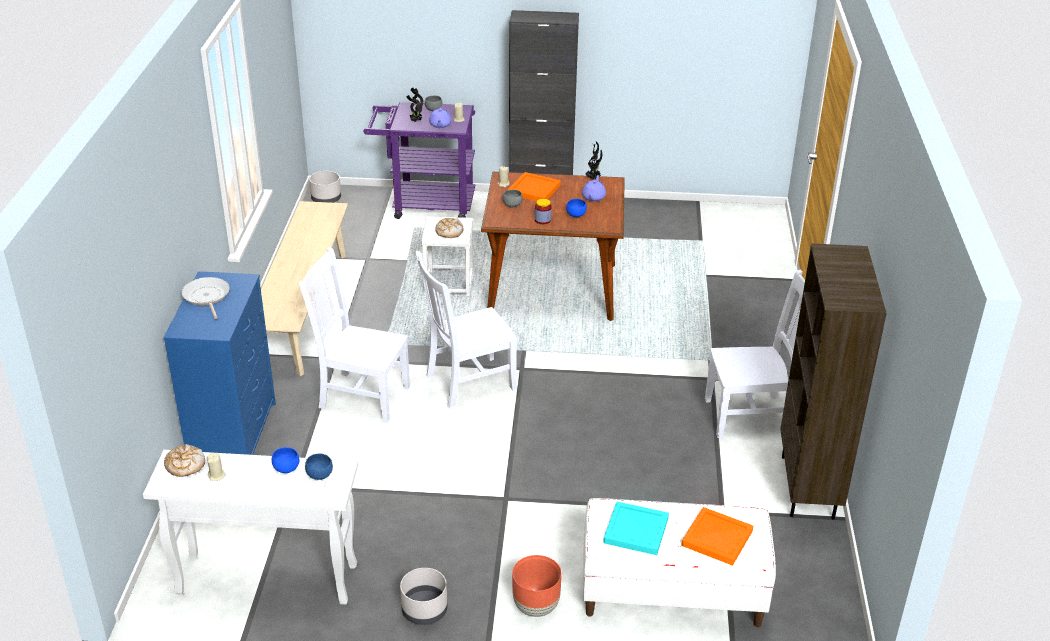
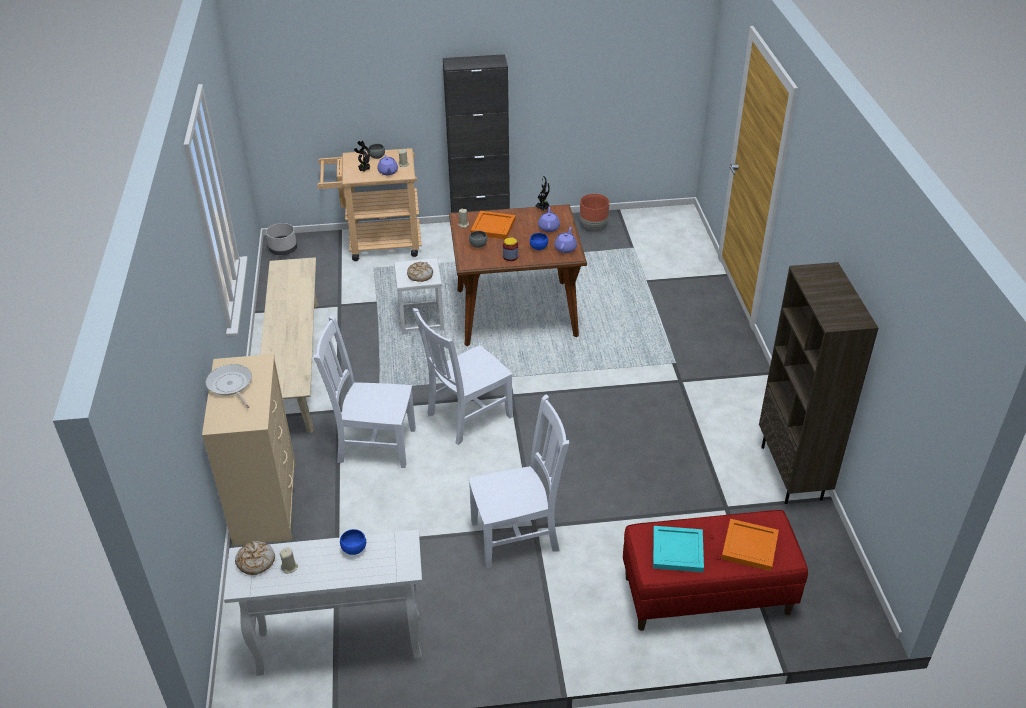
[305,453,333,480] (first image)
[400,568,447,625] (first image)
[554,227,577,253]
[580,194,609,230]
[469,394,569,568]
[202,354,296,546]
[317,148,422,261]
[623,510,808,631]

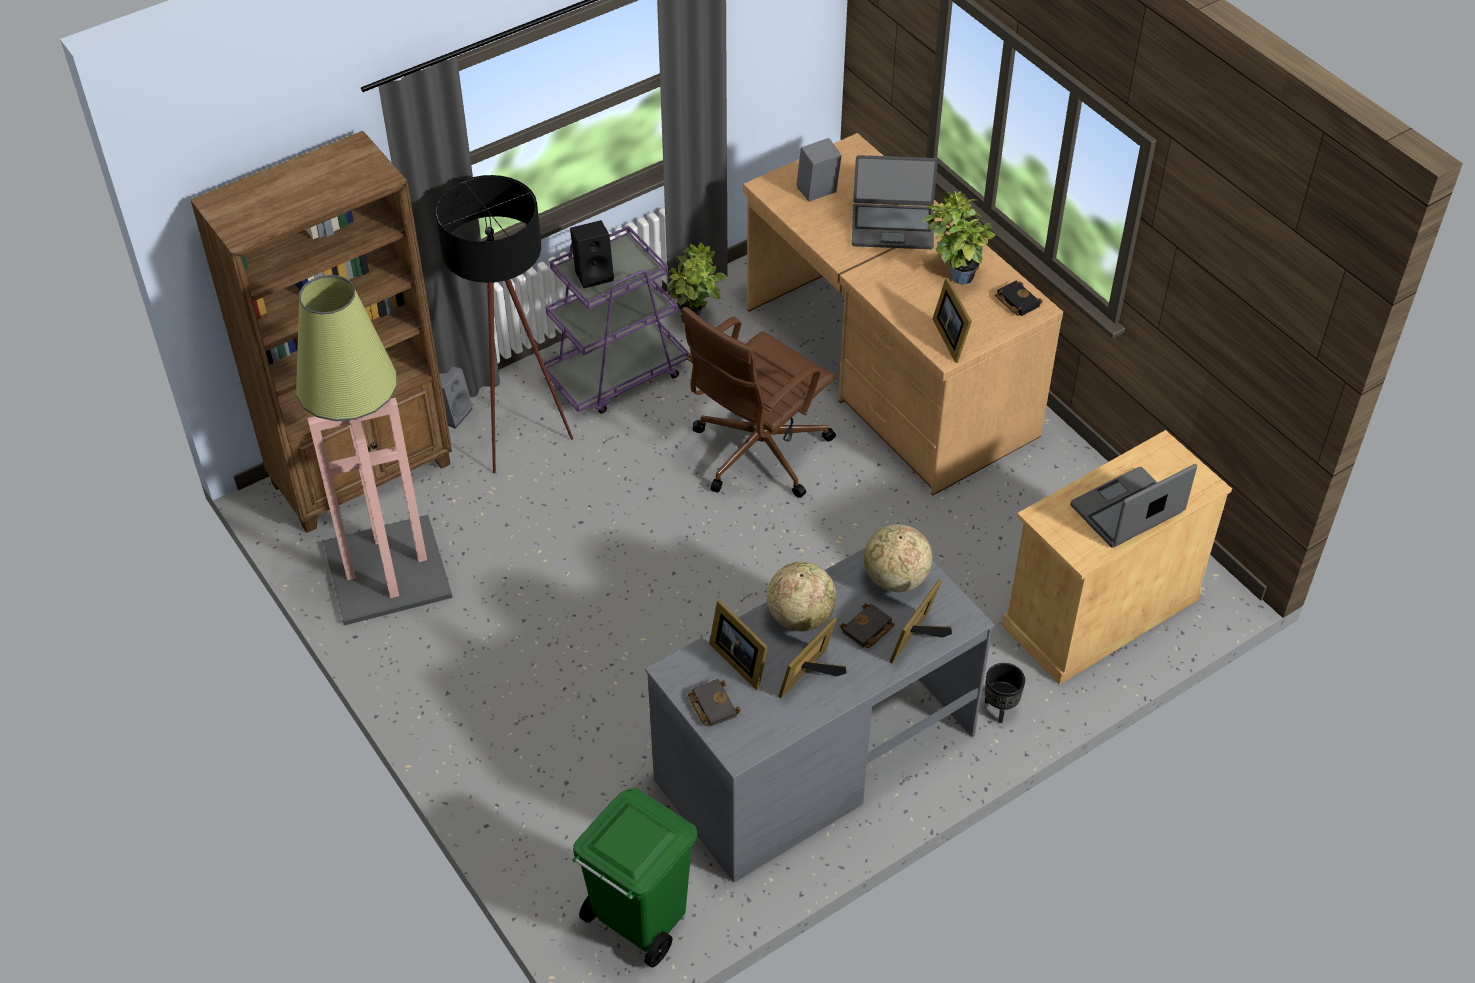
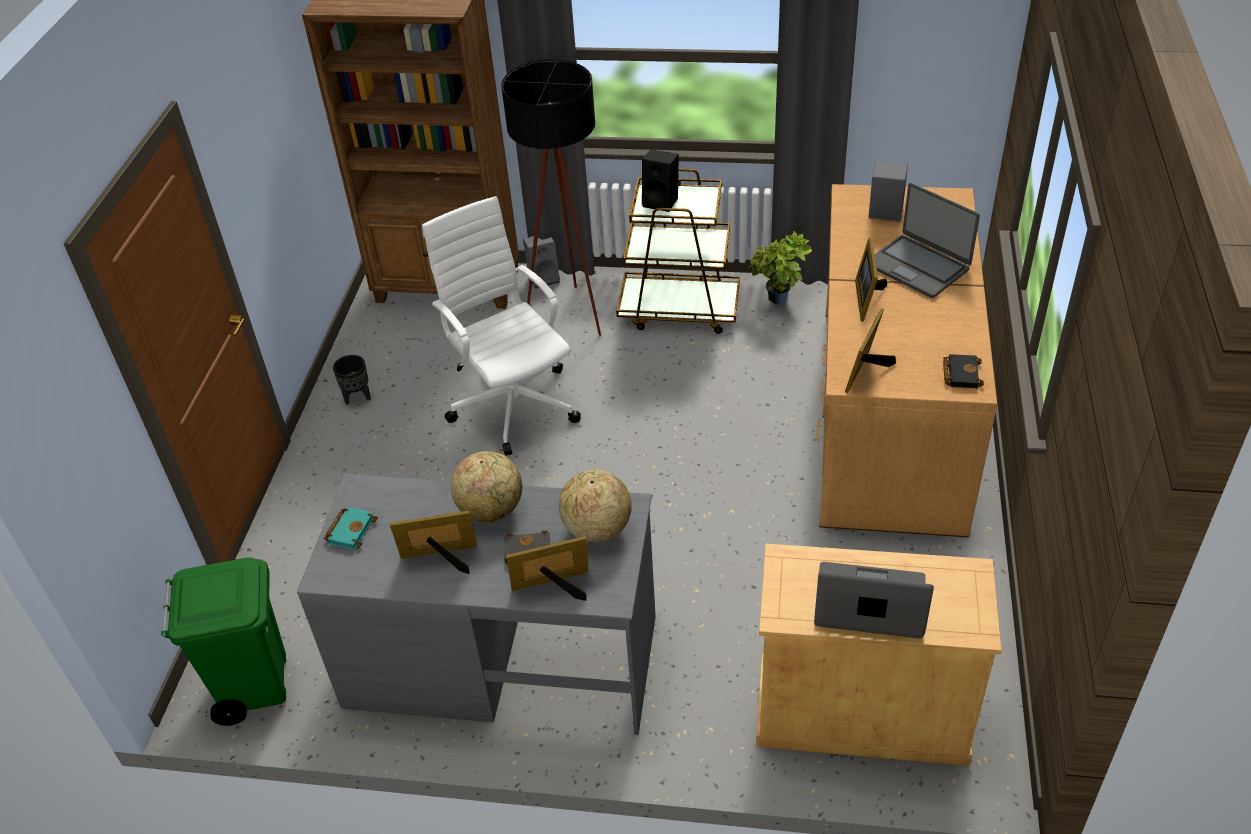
[296,275,453,625] (first image)
[681,307,836,498] (first image)
[922,191,996,284] (first image)
[422,196,581,456]
[855,237,887,322]
[333,355,371,405]
[616,169,740,334]
[324,507,378,550]

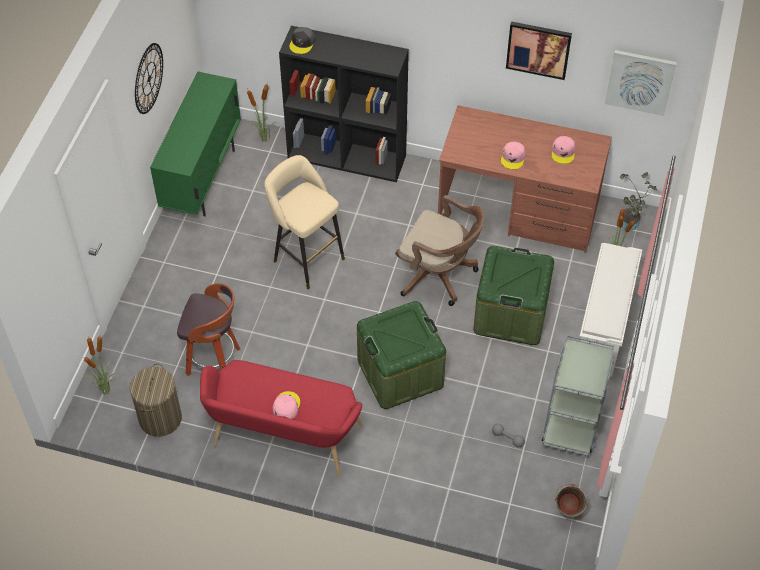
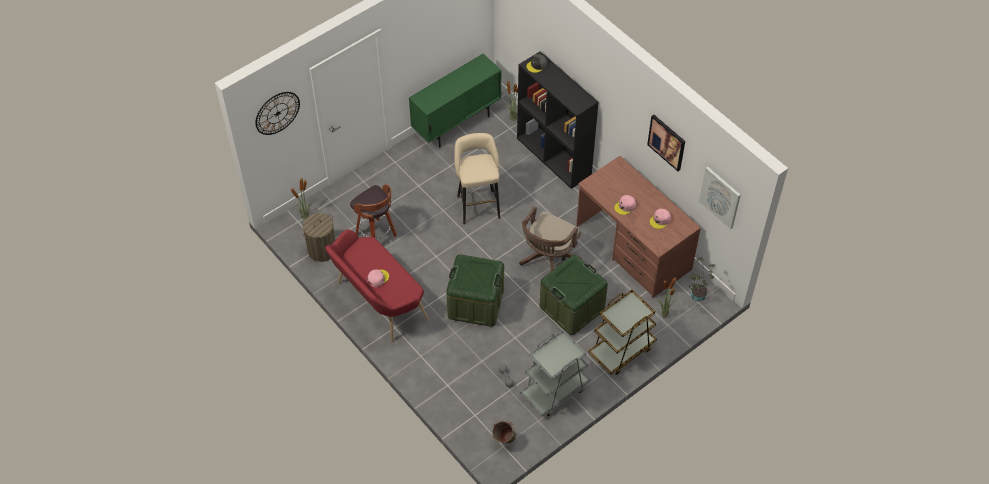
[255,92,300,135]
[588,289,657,375]
[520,206,582,271]

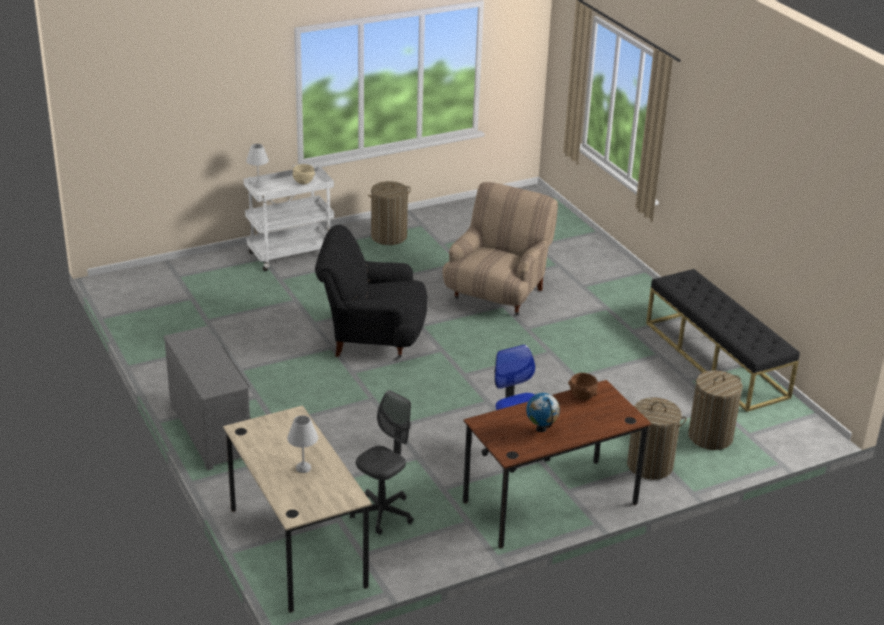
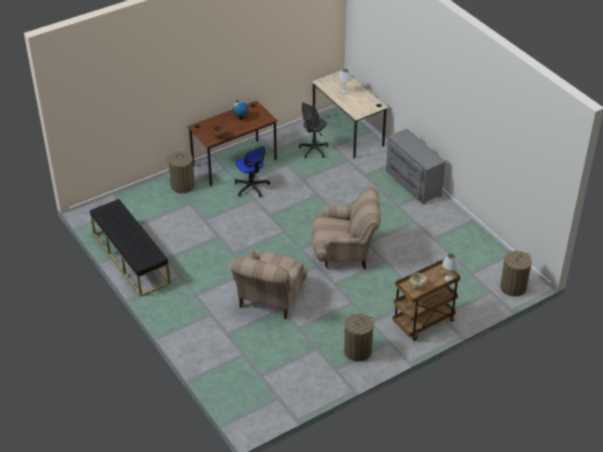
[500,251,532,297]
[392,260,460,341]
[312,186,381,269]

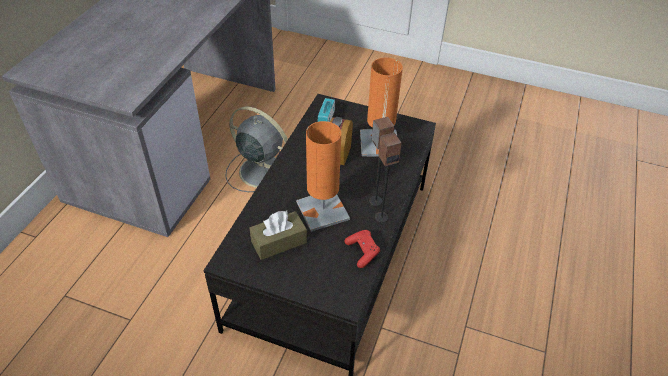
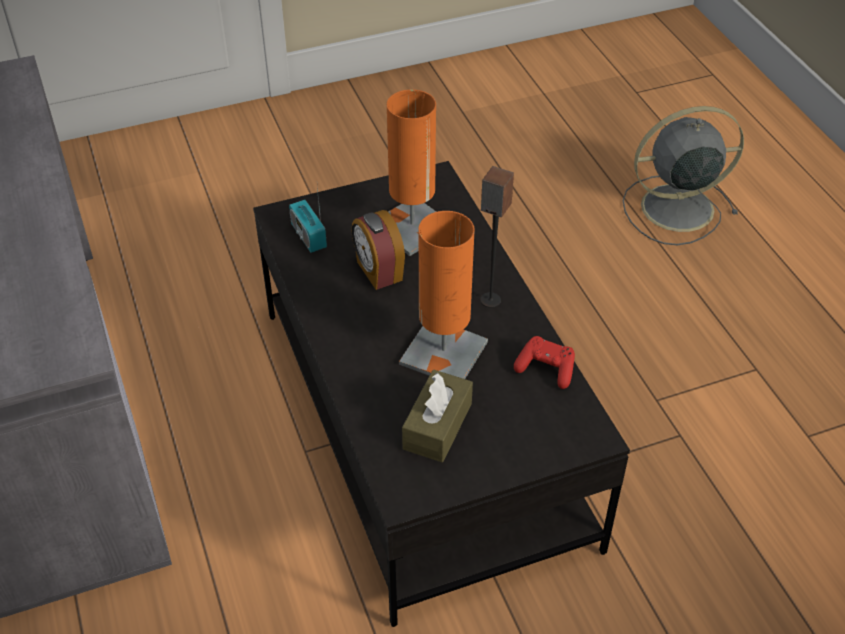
[375,133,402,223] (first image)
[623,106,744,246]

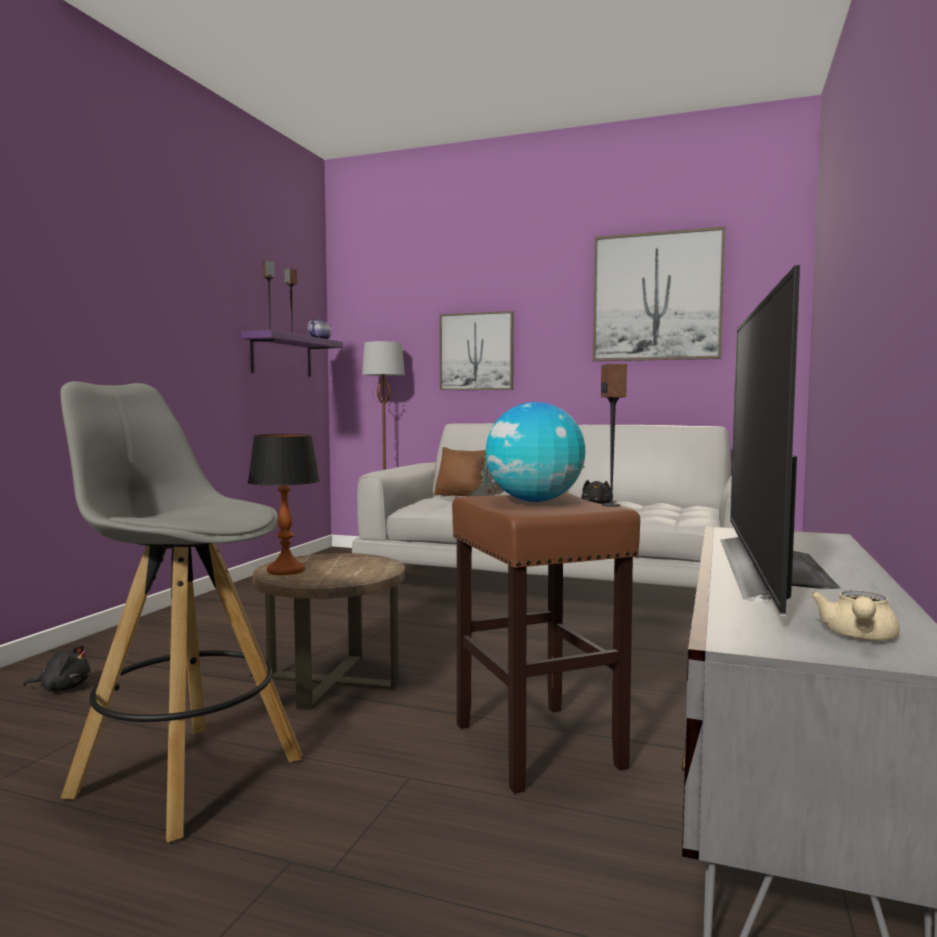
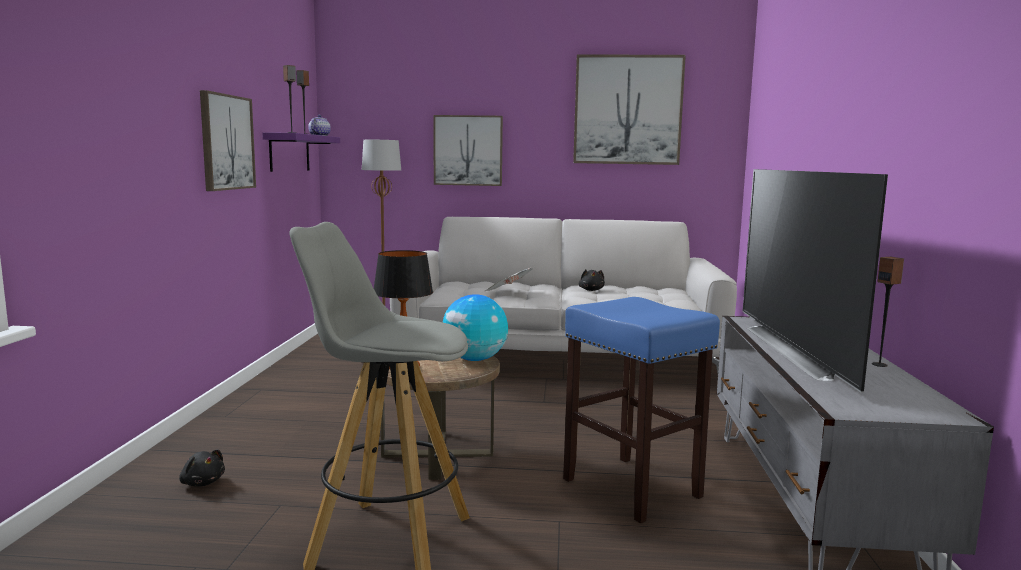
[434,447,489,496] (first image)
[811,590,900,641] (first image)
[200,90,256,191]
[443,294,508,361]
[872,257,904,367]
[563,297,720,523]
[179,449,225,487]

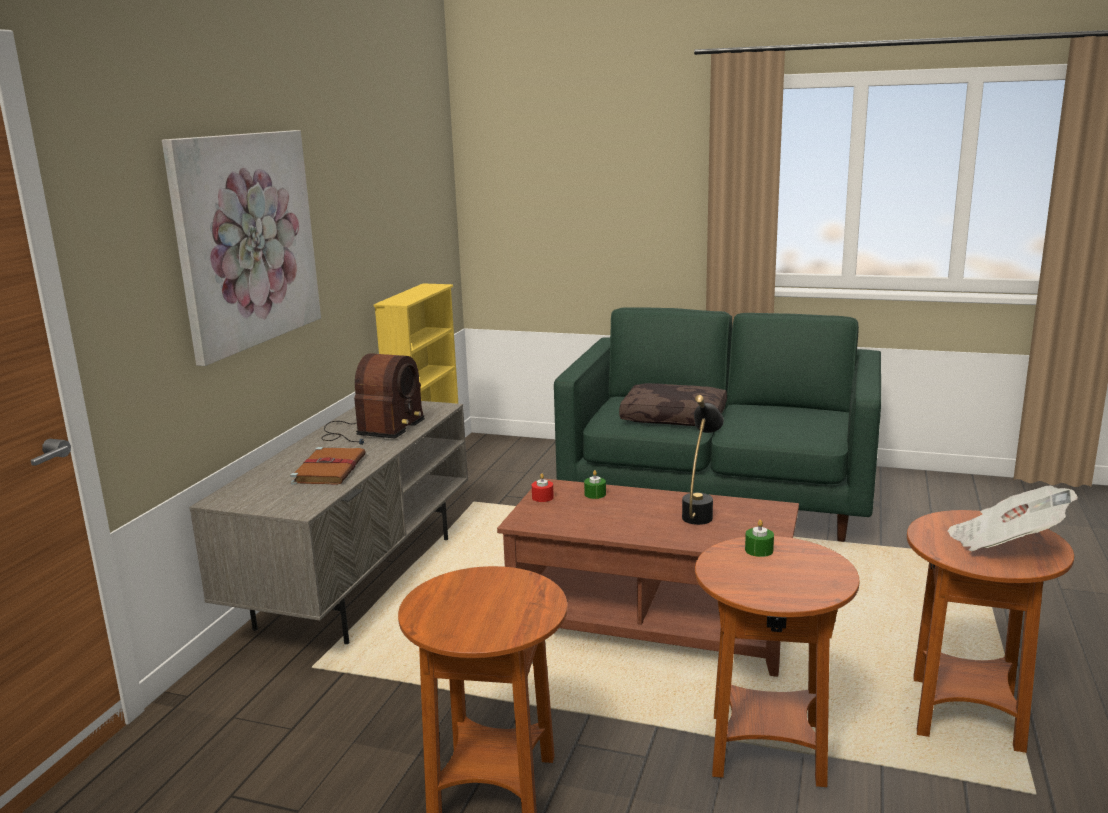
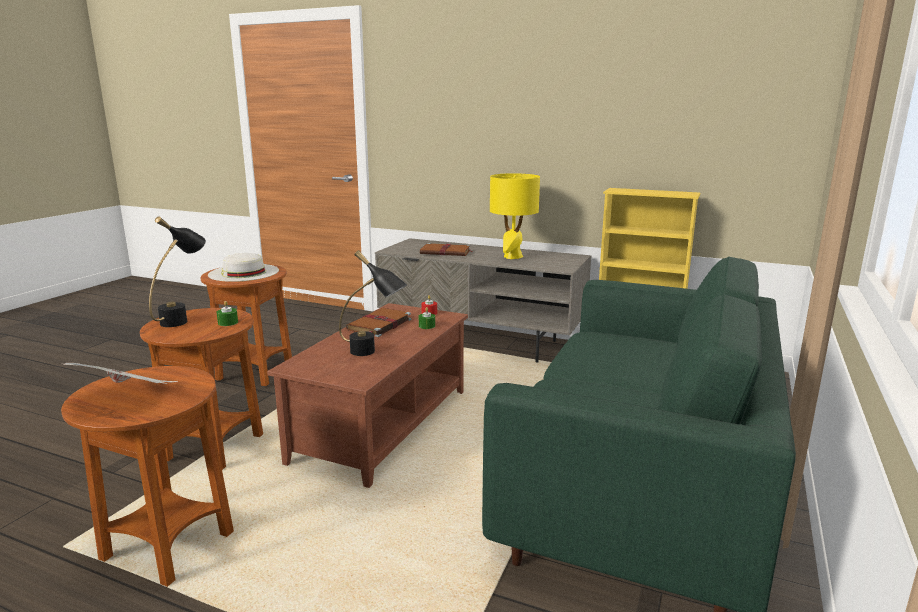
[162,130,321,366] (first image)
[619,383,727,426] (first image)
[149,216,206,327]
[208,253,279,282]
[346,308,411,337]
[490,173,540,259]

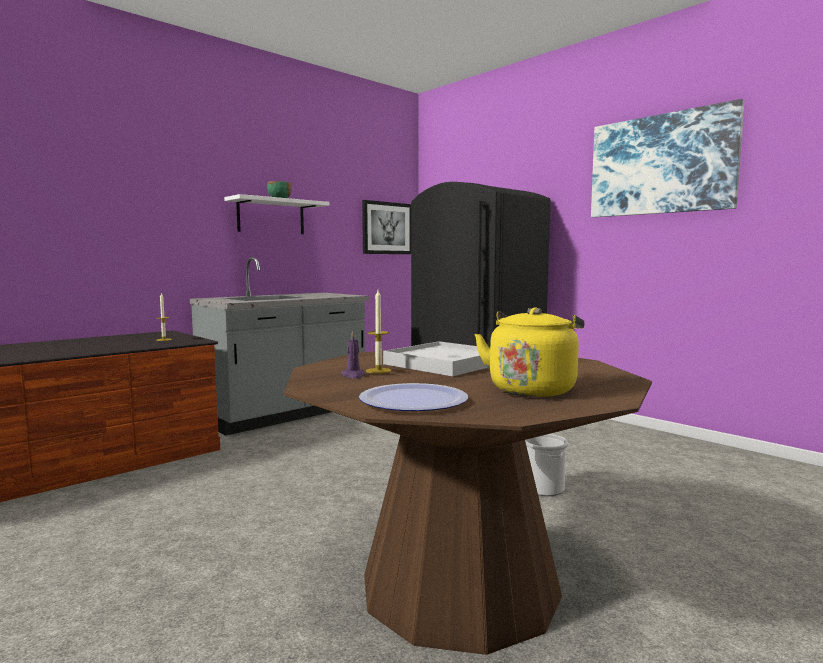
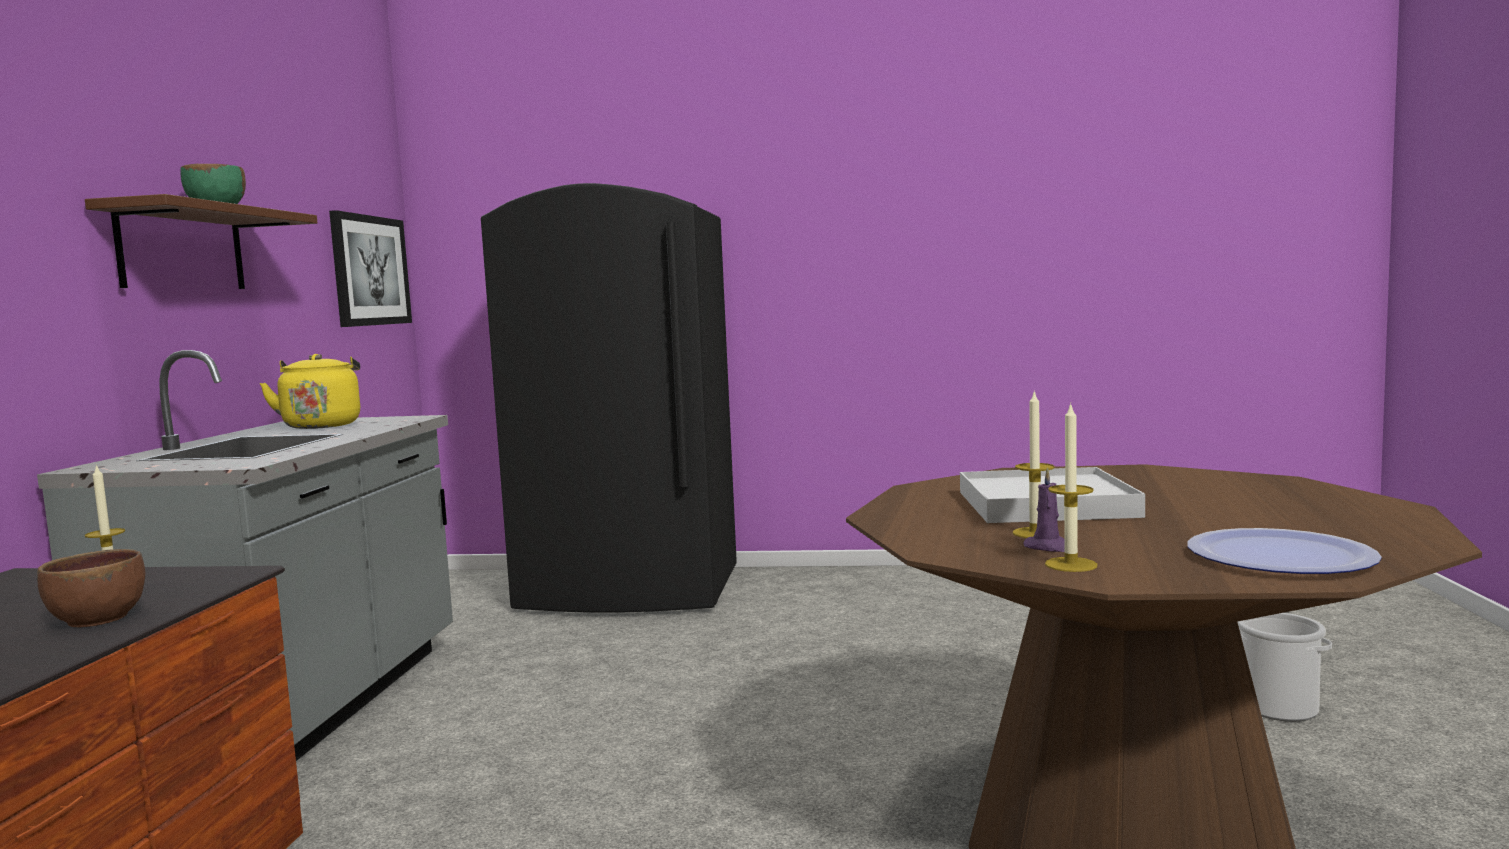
[591,99,744,217] (first image)
[37,549,146,627]
[1045,402,1097,572]
[259,354,360,429]
[1238,613,1332,722]
[85,194,318,289]

